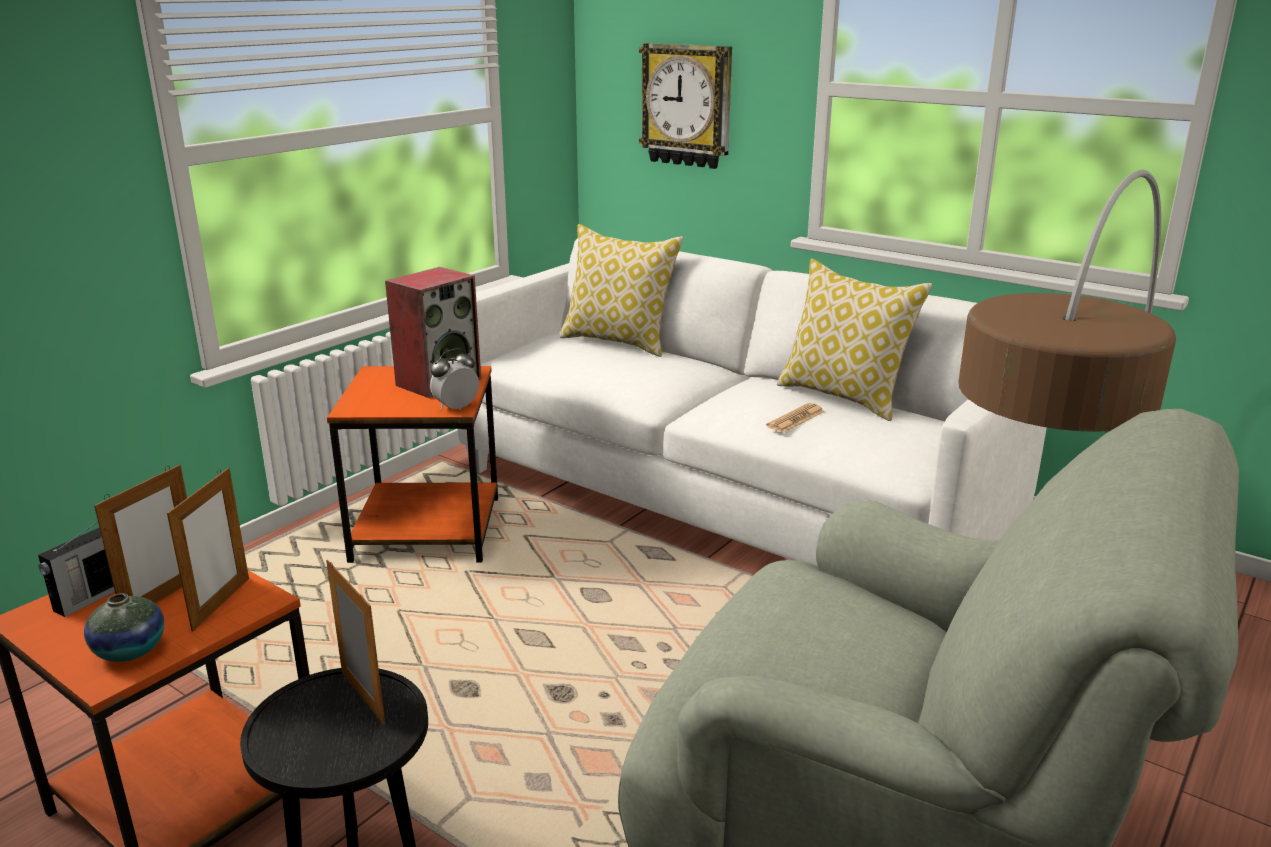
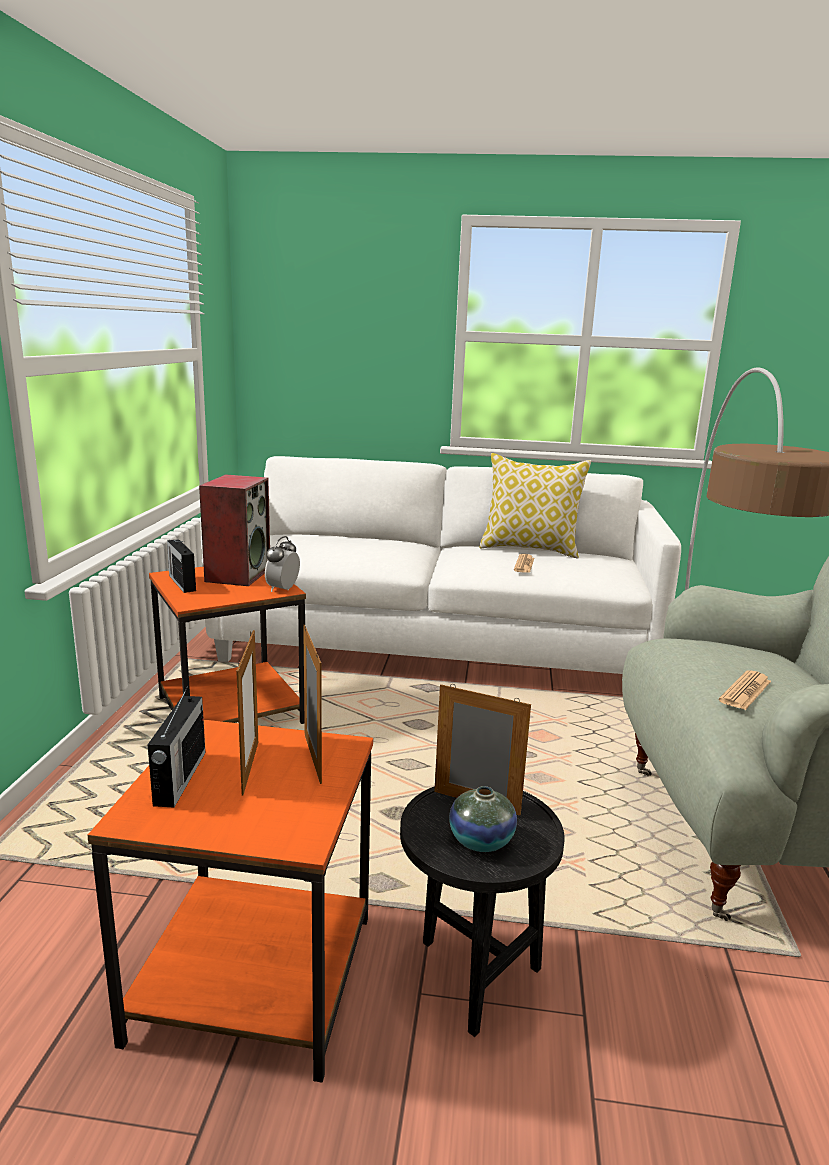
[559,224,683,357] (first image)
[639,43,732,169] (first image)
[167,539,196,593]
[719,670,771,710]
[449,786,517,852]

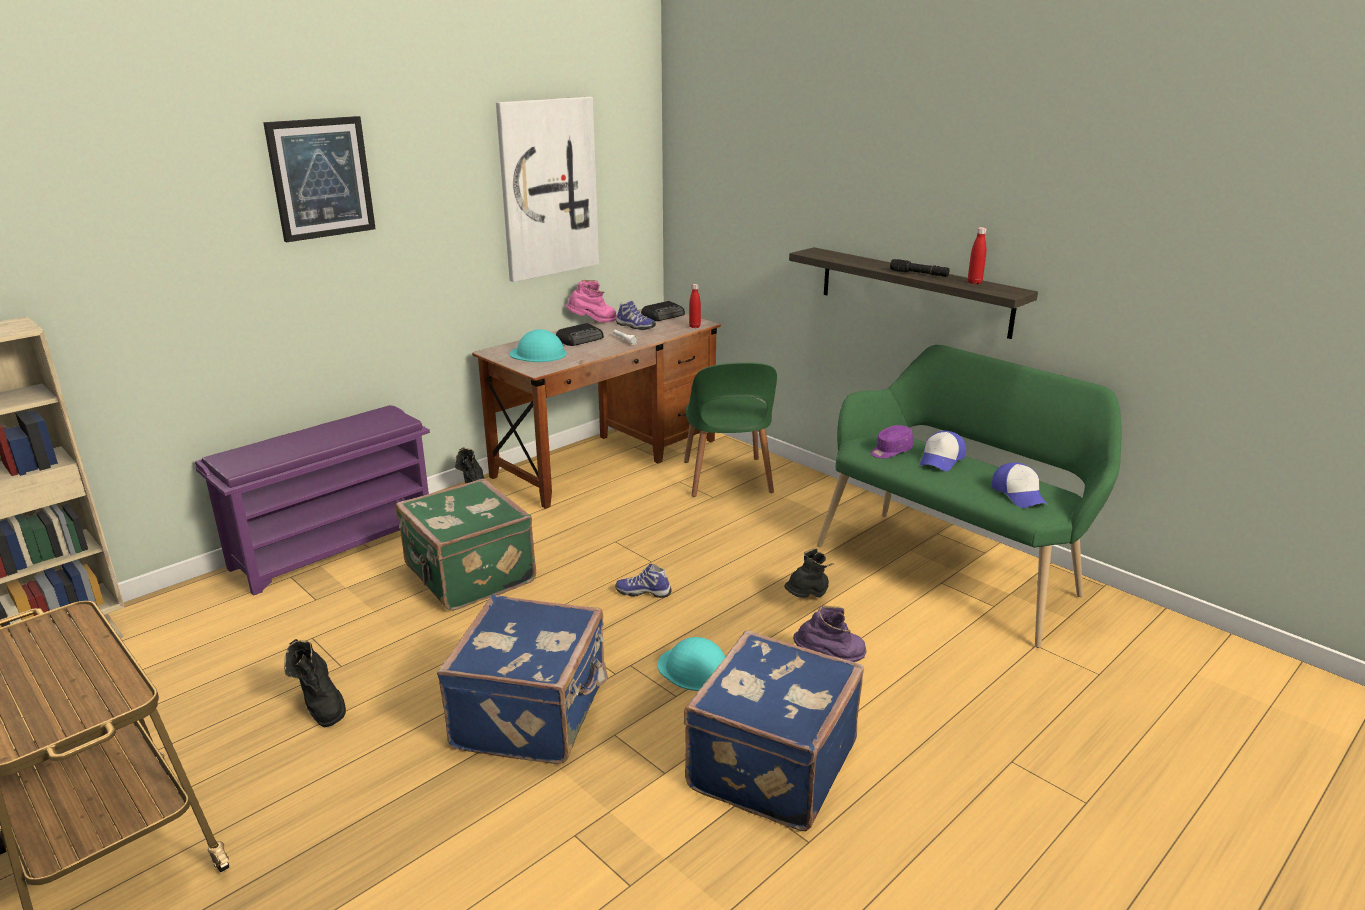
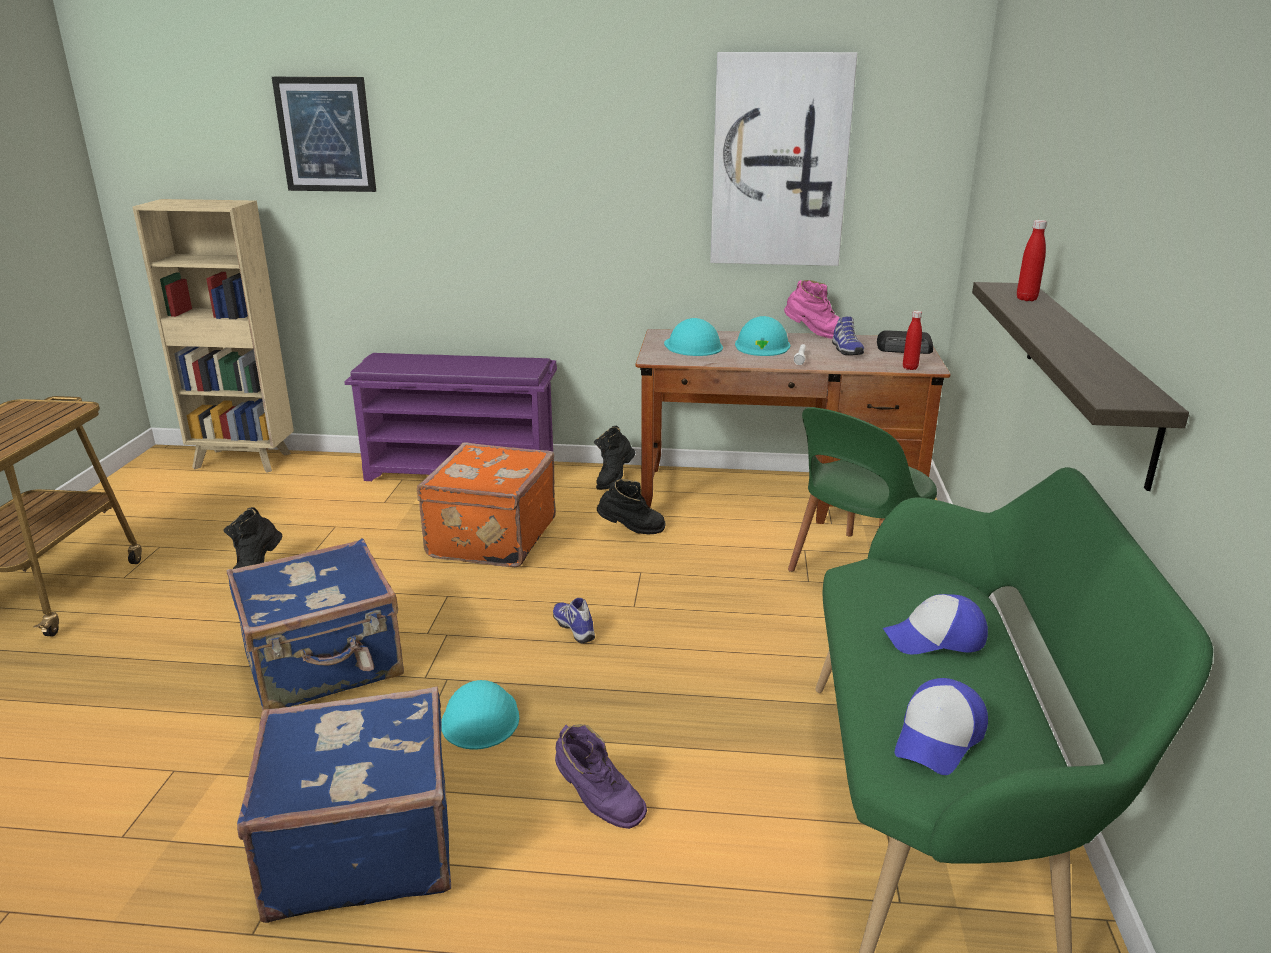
[870,425,913,458] (first image)
[890,259,949,277] (first image)
[272,77,376,192]
[597,479,666,534]
[1017,220,1047,301]
[735,316,790,356]
[417,442,556,567]

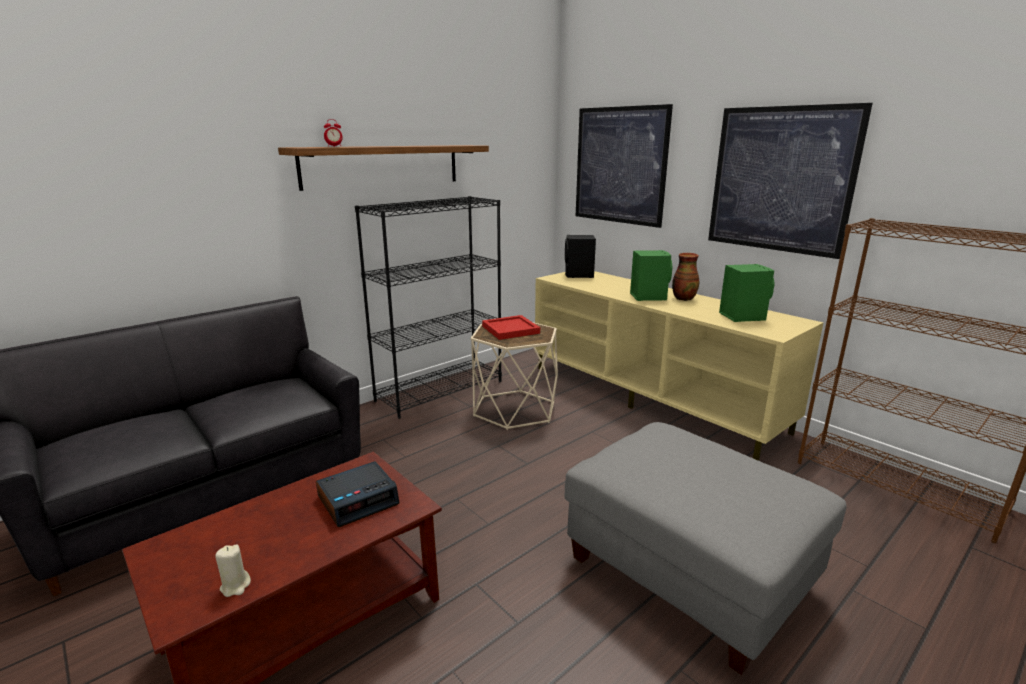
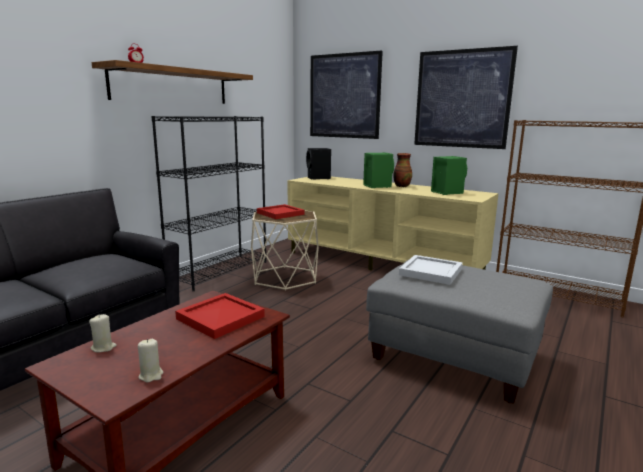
[89,314,117,352]
[399,255,463,285]
[175,293,265,339]

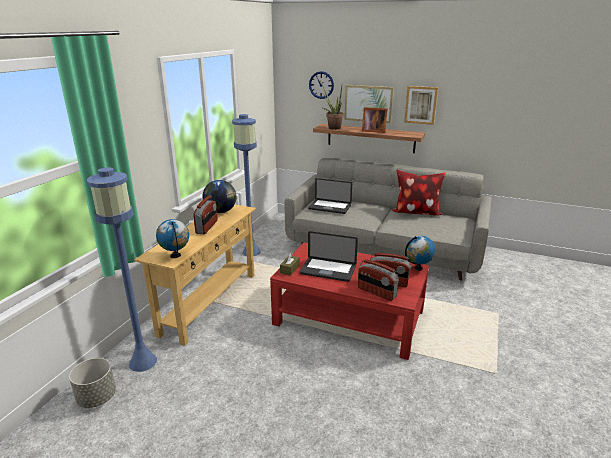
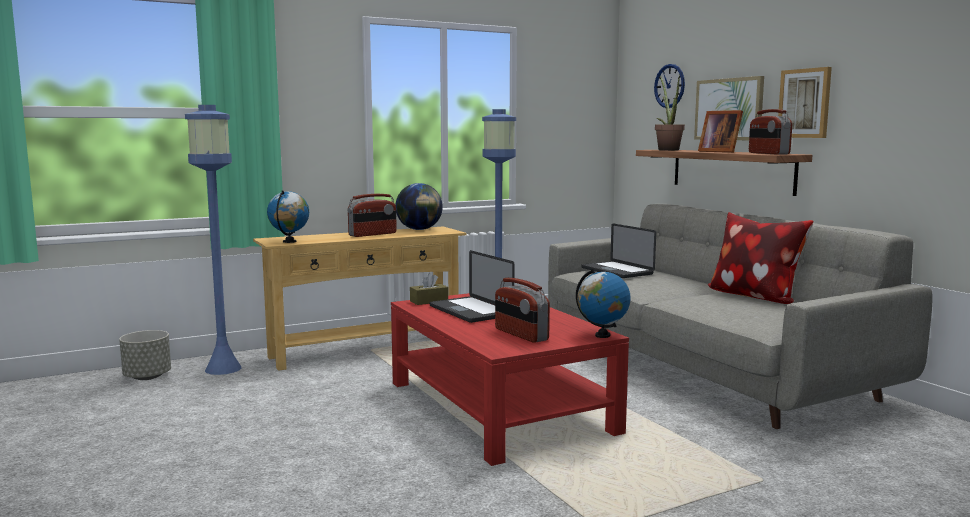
[749,109,792,155]

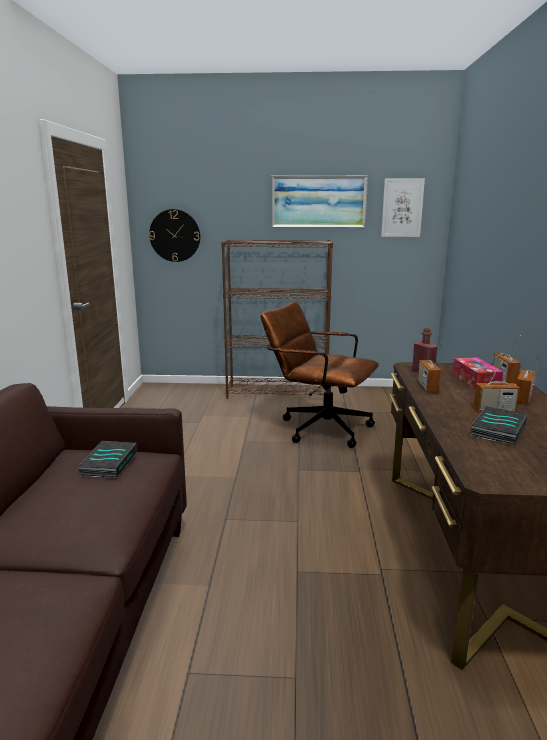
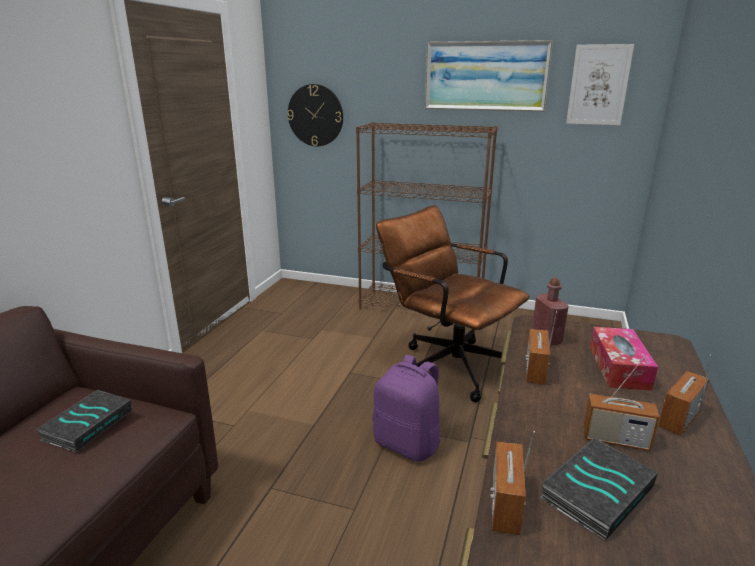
[372,355,440,462]
[490,431,535,535]

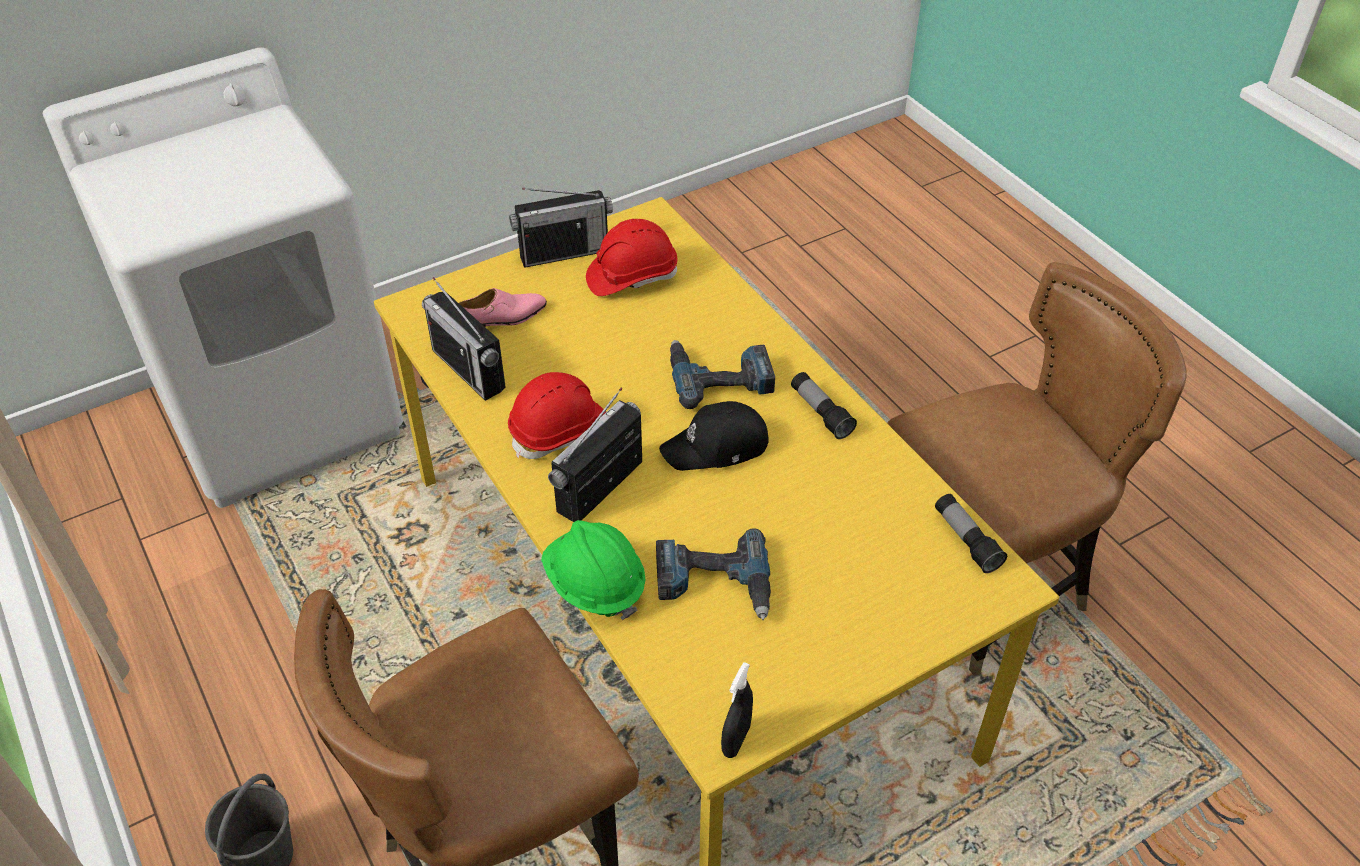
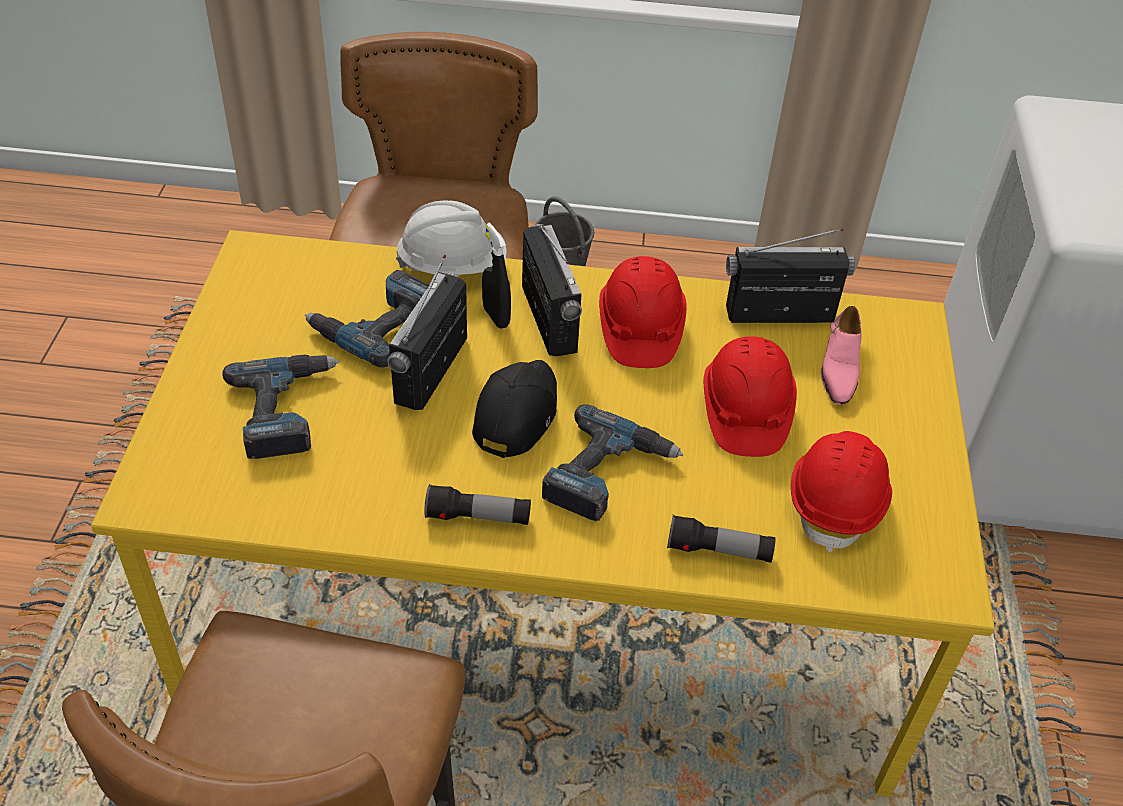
[222,355,340,459]
[704,336,797,457]
[387,255,467,410]
[482,223,511,328]
[667,514,776,563]
[396,200,507,275]

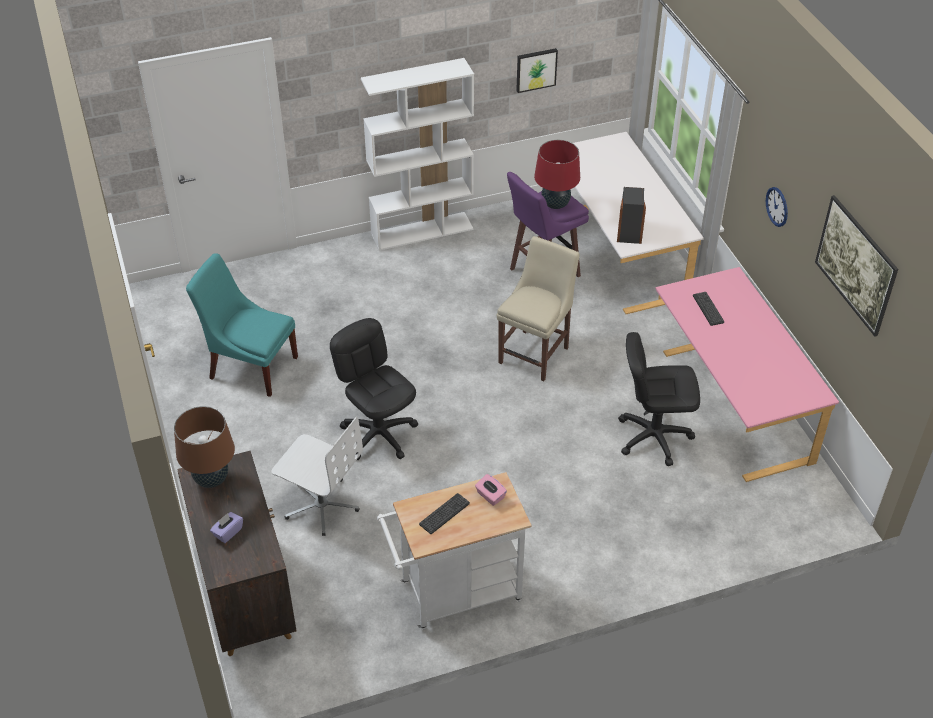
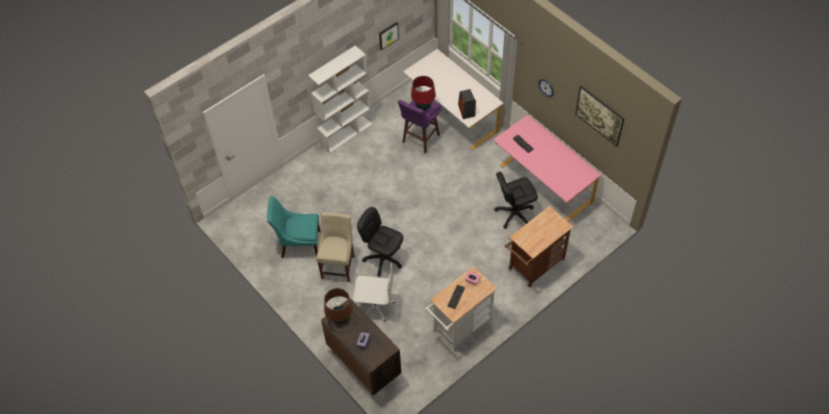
[505,206,573,288]
[316,212,355,282]

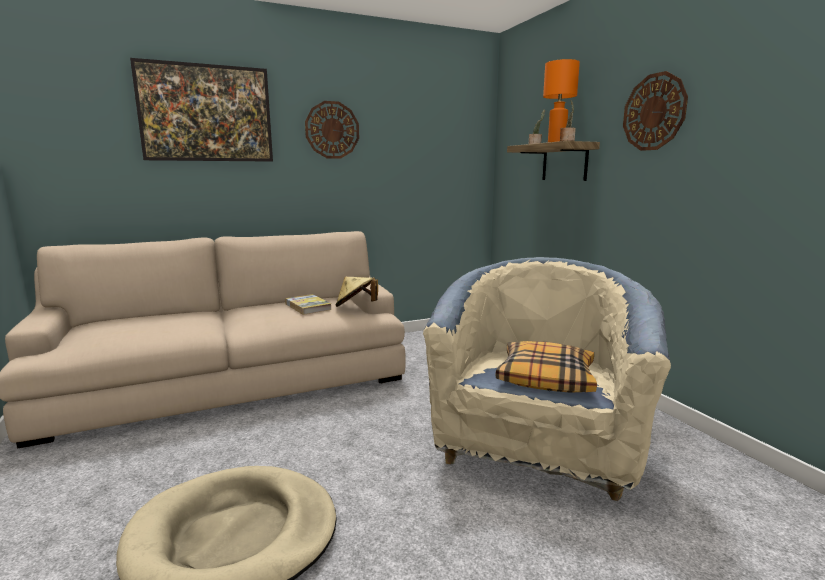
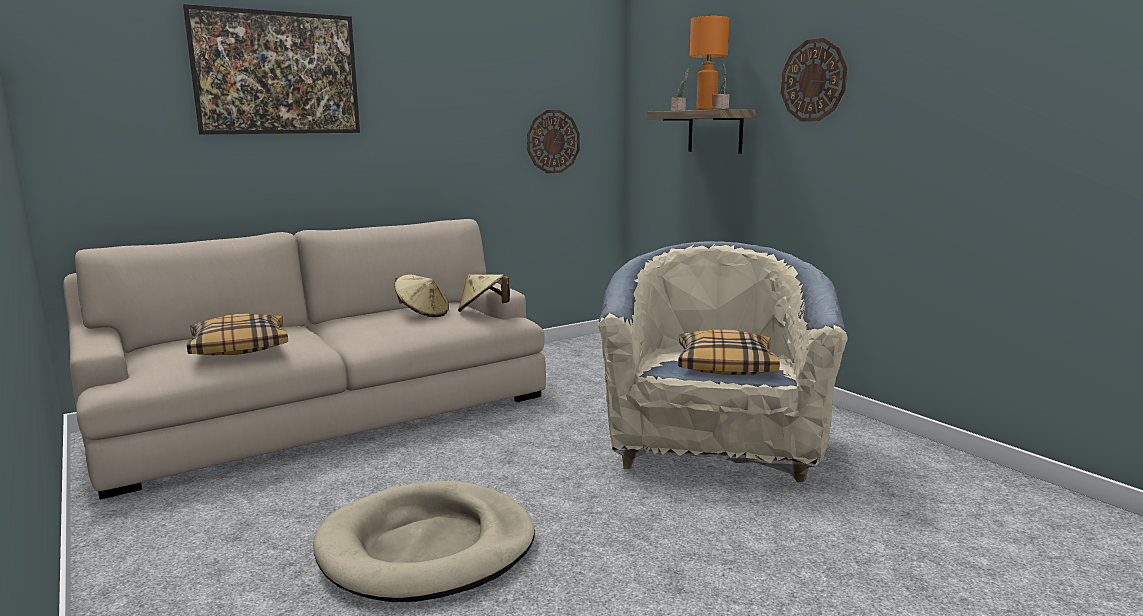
[187,314,288,355]
[527,110,580,173]
[394,275,449,317]

